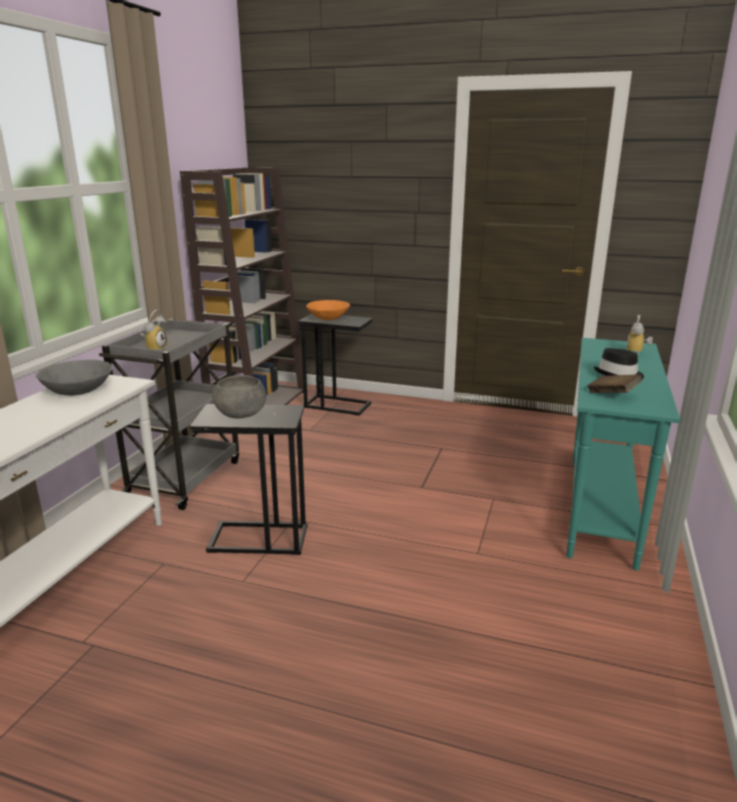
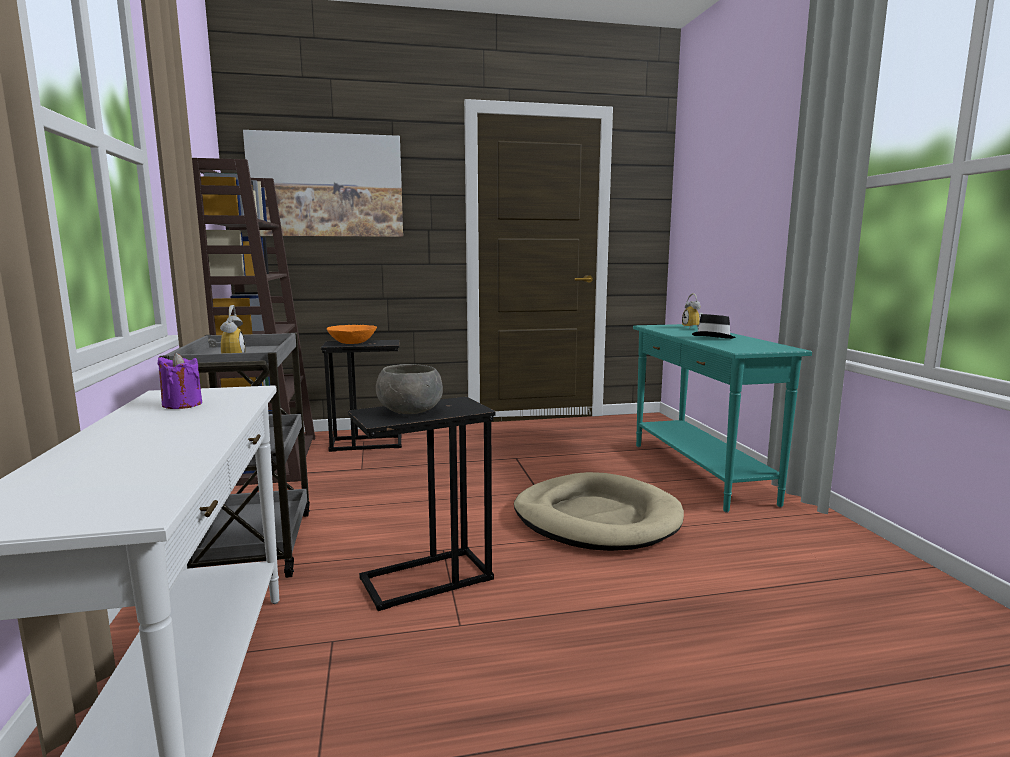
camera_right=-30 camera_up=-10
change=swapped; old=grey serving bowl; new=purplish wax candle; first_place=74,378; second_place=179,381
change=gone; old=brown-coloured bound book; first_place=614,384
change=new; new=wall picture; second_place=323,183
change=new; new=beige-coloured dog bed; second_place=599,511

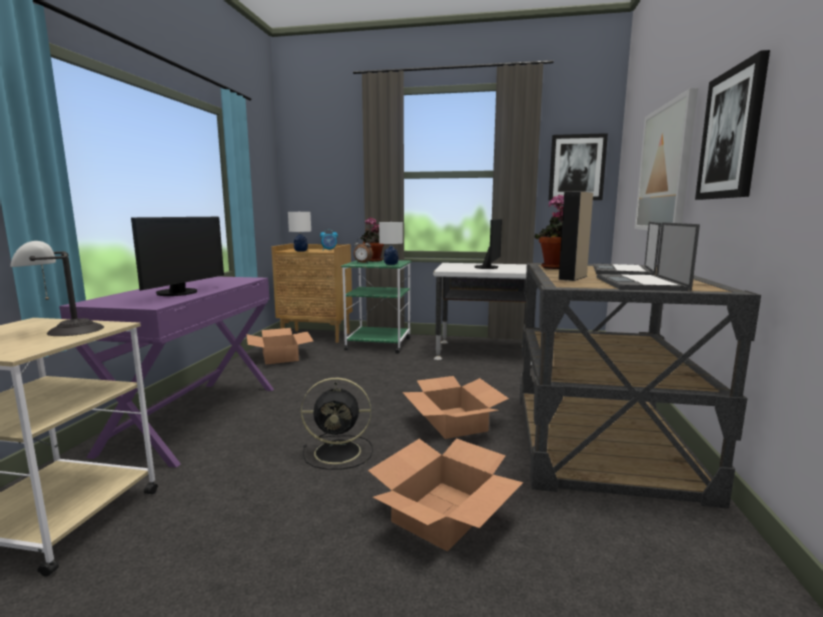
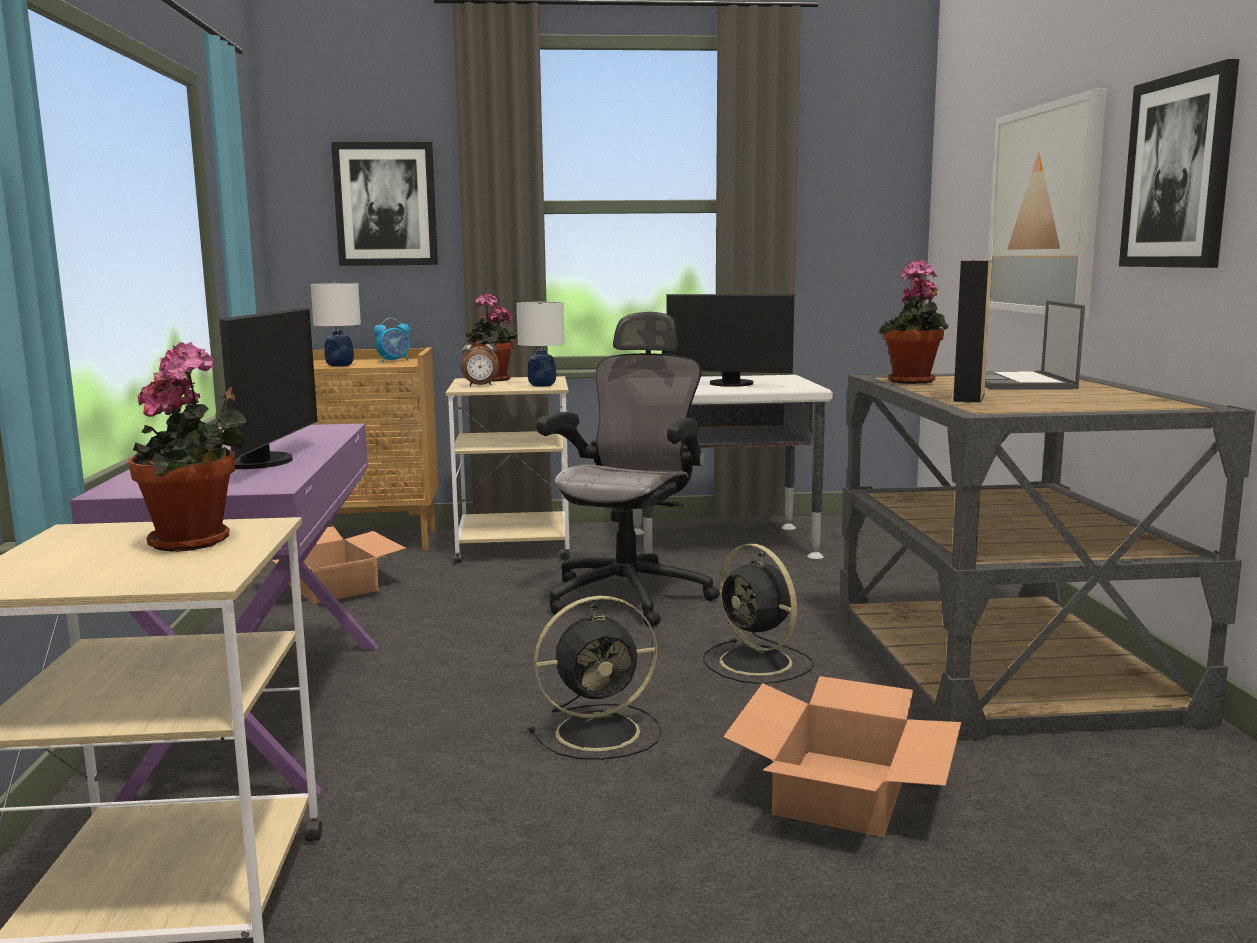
camera_right=-15 camera_up=0
change=swapped; old=table lamp; new=potted plant; first_place=57,288; second_place=187,447
change=repainted; old=green-coloured wheeled cart; new=beige-coloured wheeled cart; first_place=376,307; second_place=508,469
change=swapped; old=cardboard box; new=black electric fan; first_place=455,407; second_place=758,614
change=rotated; old=computer screen; first_place=488,244; second_place=730,340; degrees=105
change=shifted; old=wall picture; first_place=578,166; second_place=384,204
change=gone; old=notebook computer; first_place=648,256
change=new; new=office chair; second_place=628,469

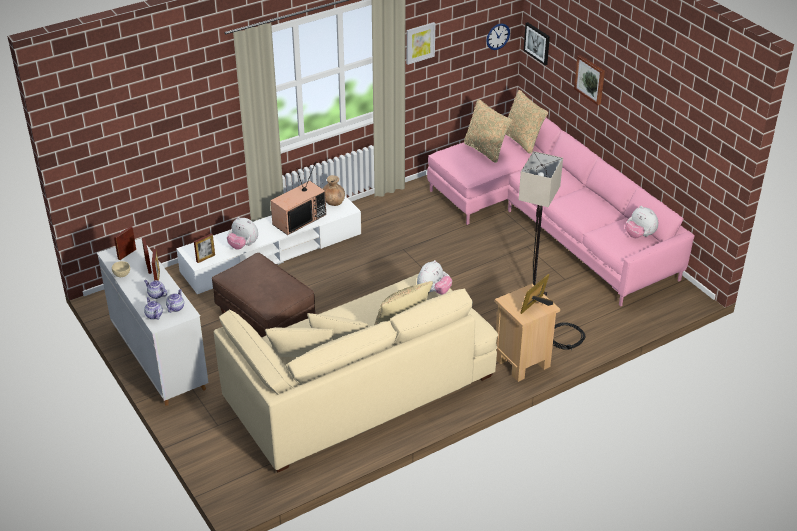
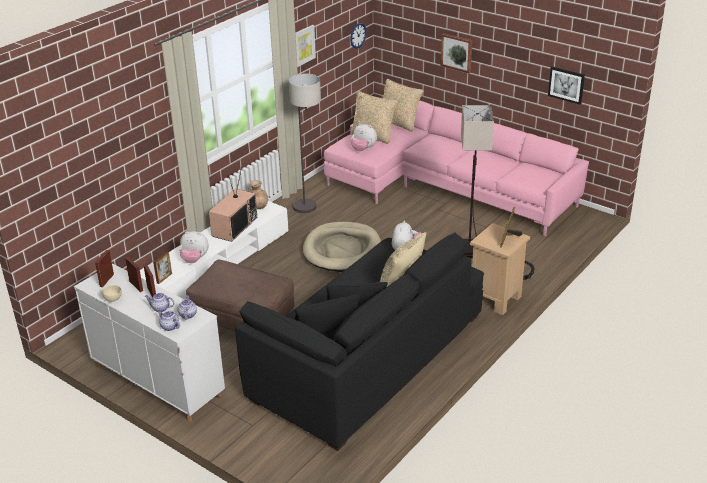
camera_right=-20 camera_up=-5
change=repainted; old=beige-coloured settee; new=black settee; first_place=356,373; second_place=359,341
change=shifted; old=wall picture; first_place=537,43; second_place=566,85
change=shifted; old=plush toy; first_place=641,222; second_place=364,137
change=new; new=grey standing lamp; second_place=305,143
change=new; new=beige-coloured dog bed; second_place=342,247

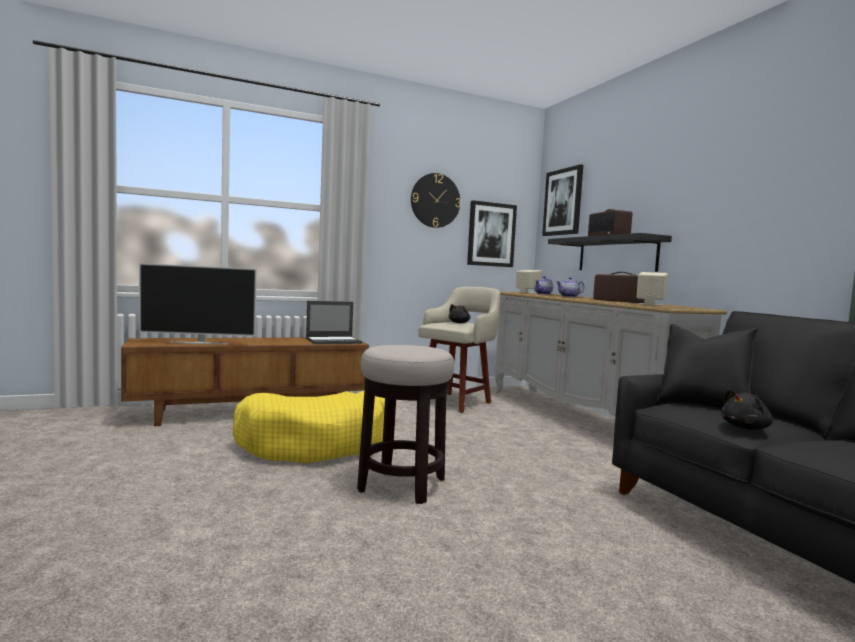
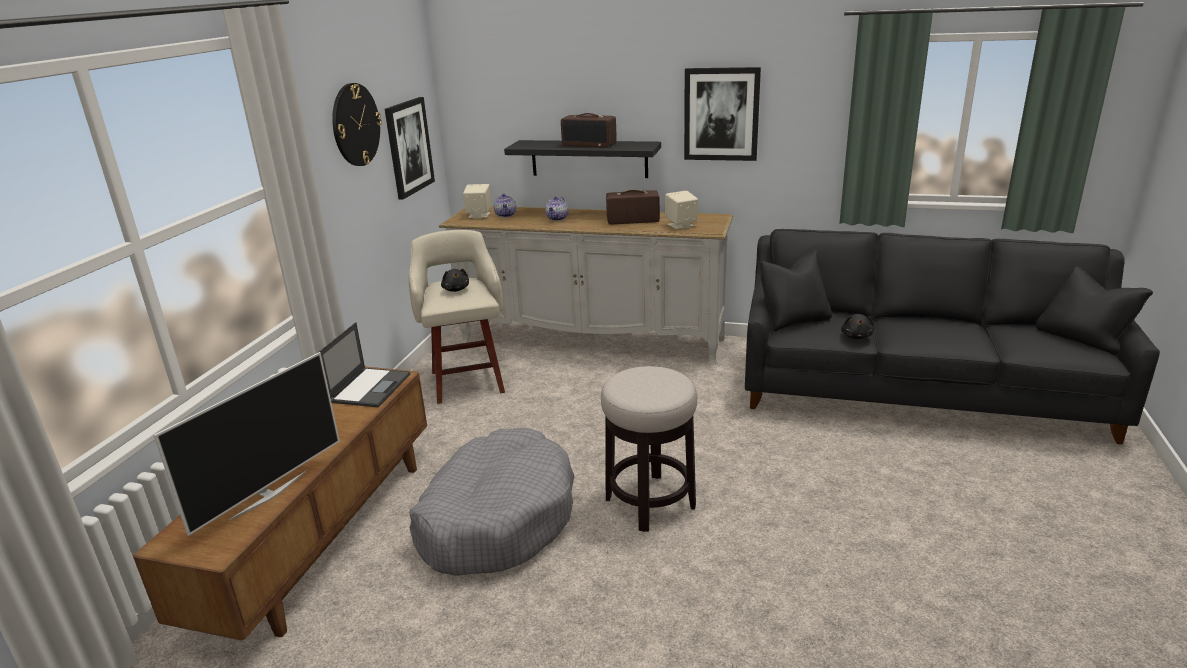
camera_right=-50 camera_up=20
change=repainted; old=yellow-coloured dog bed; new=grey dog bed; first_place=308,427; second_place=492,502
change=shifted; old=wall picture; first_place=562,200; second_place=722,114

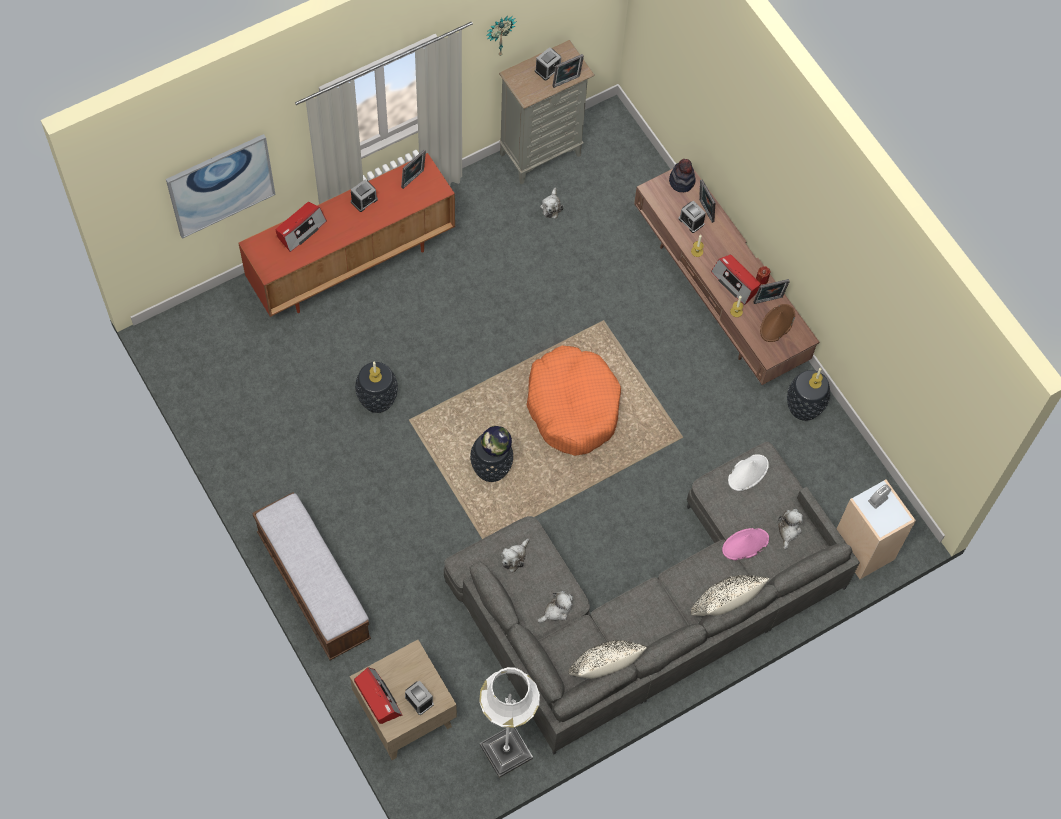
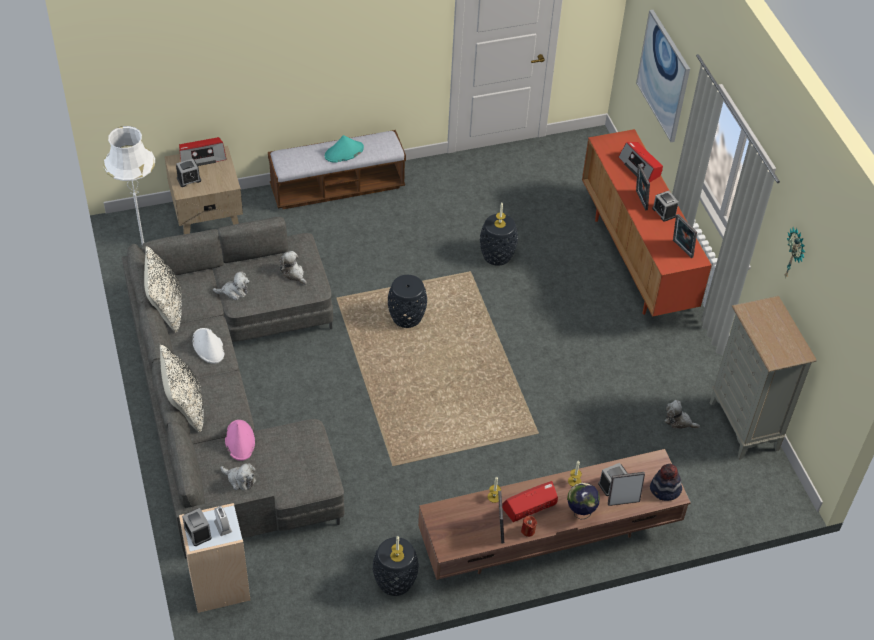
camera_right=105 camera_up=-15
change=shifted; old=globe; first_place=496,441; second_place=583,501
change=gone; old=orange dog bed; first_place=574,401
change=shifted; old=alarm clock; first_place=548,64; second_place=197,527
change=rotated; old=plush toy; first_place=555,606; second_place=231,285; degrees=-75
change=shifted; old=picture frame; first_place=568,71; second_place=643,187
change=shifted; old=white clothing hat; first_place=748,472; second_place=208,346
change=gone; old=brown-coloured clothing hat; first_place=777,323
change=new; new=blue-green clothing hat; second_place=344,149

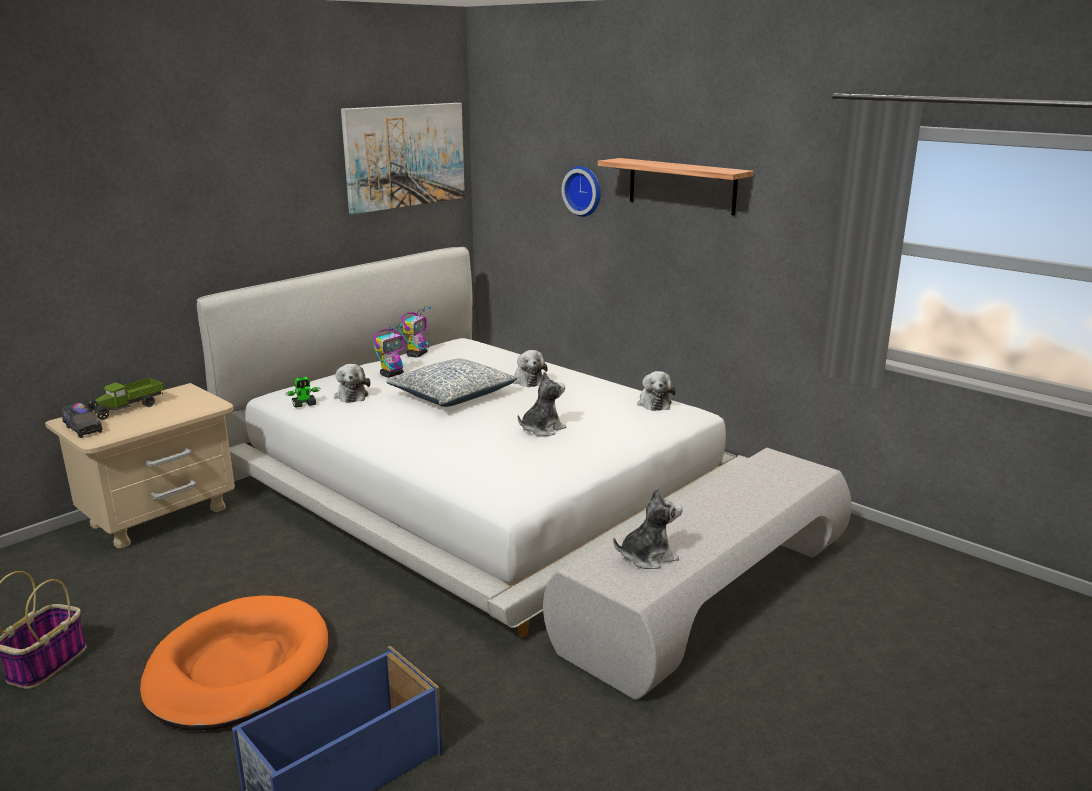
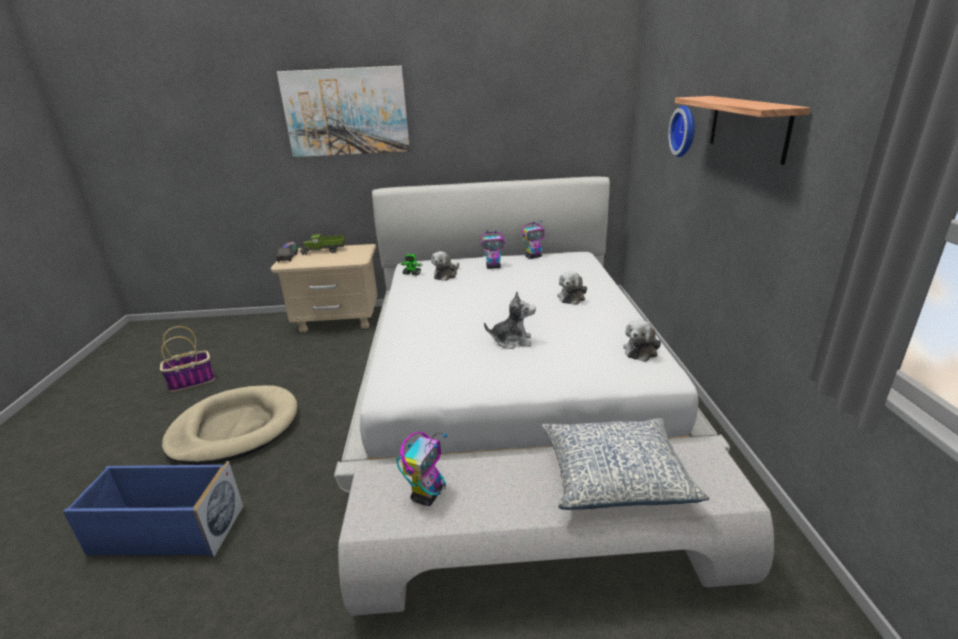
camera_right=45 camera_up=5
change=repainted; old=orange dog bed; new=beige-coloured dog bed; first_place=234,662; second_place=229,425
change=shifted; old=wall picture; first_place=403,159; second_place=343,111
change=shifted; old=throw pillow; first_place=451,382; second_place=625,464
change=swapped; old=plush toy; new=robot figure; first_place=648,528; second_place=421,469

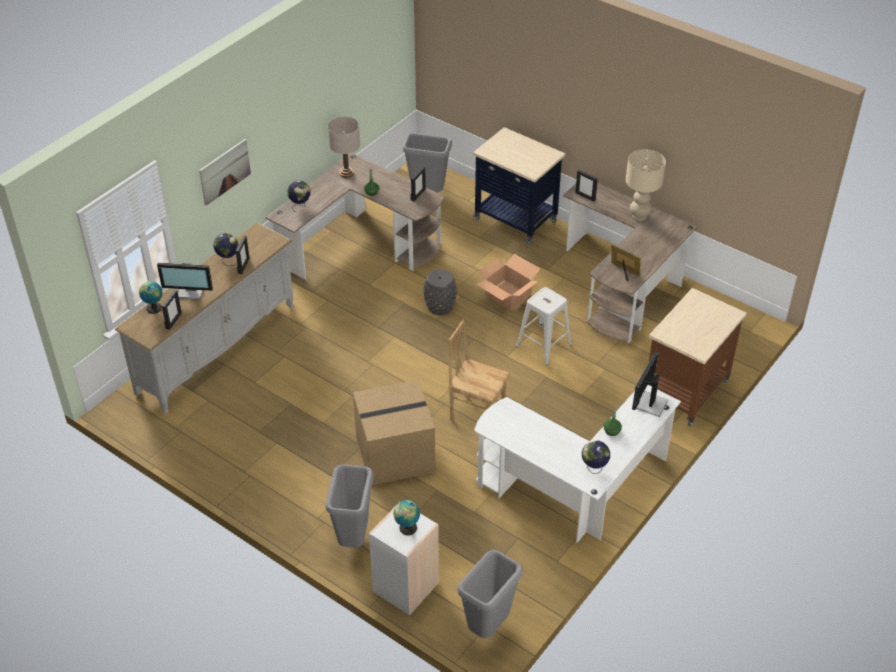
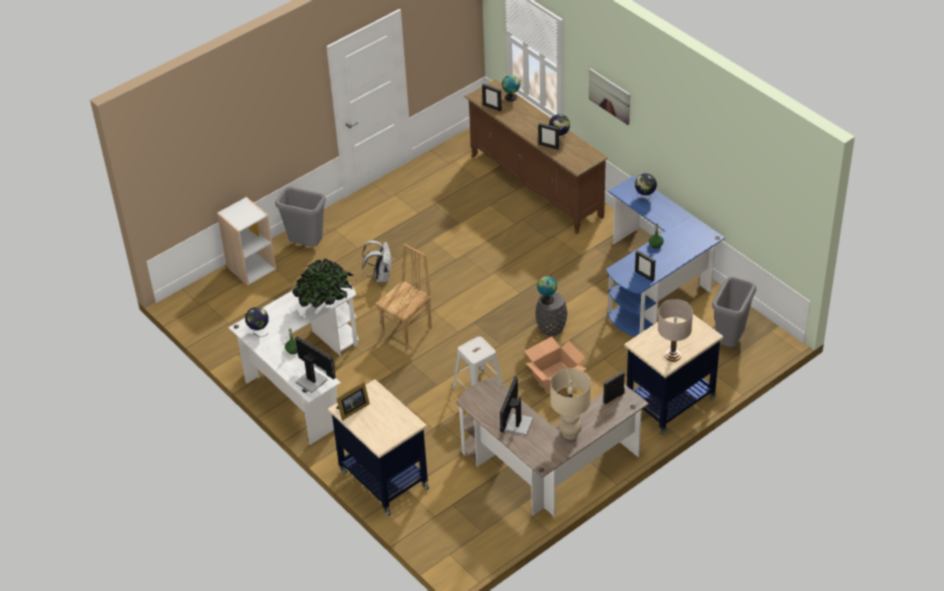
camera_right=105 camera_up=0
change=repainted; old=grey cupboard; new=brown-coloured cupboard; first_place=205,318; second_place=536,156
change=shifted; old=computer screen; first_place=185,281; second_place=516,405
change=repainted; old=brown-coloured desk table; new=bluish desk table; first_place=354,216; second_place=665,256
change=shifted; old=beige-coloured table lamp; first_place=344,147; second_place=675,330
change=swapped; old=cardboard box; new=white knapsack; first_place=394,432; second_place=377,261
change=shifted; old=globe; first_place=407,517; second_place=547,290
change=gone; old=grey rubbish bin; first_place=490,594
change=shifted; old=picture frame; first_place=625,263; second_place=353,401
change=repainted; old=brown-coloured wheeled cart; new=bluish wheeled cart; first_place=698,357; second_place=378,447
change=new; new=potted plant; second_place=322,283

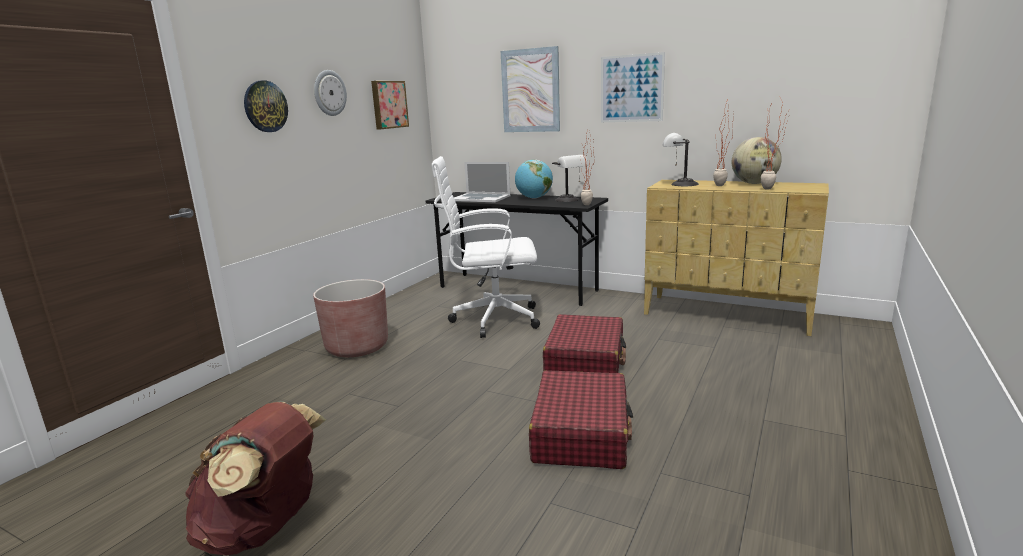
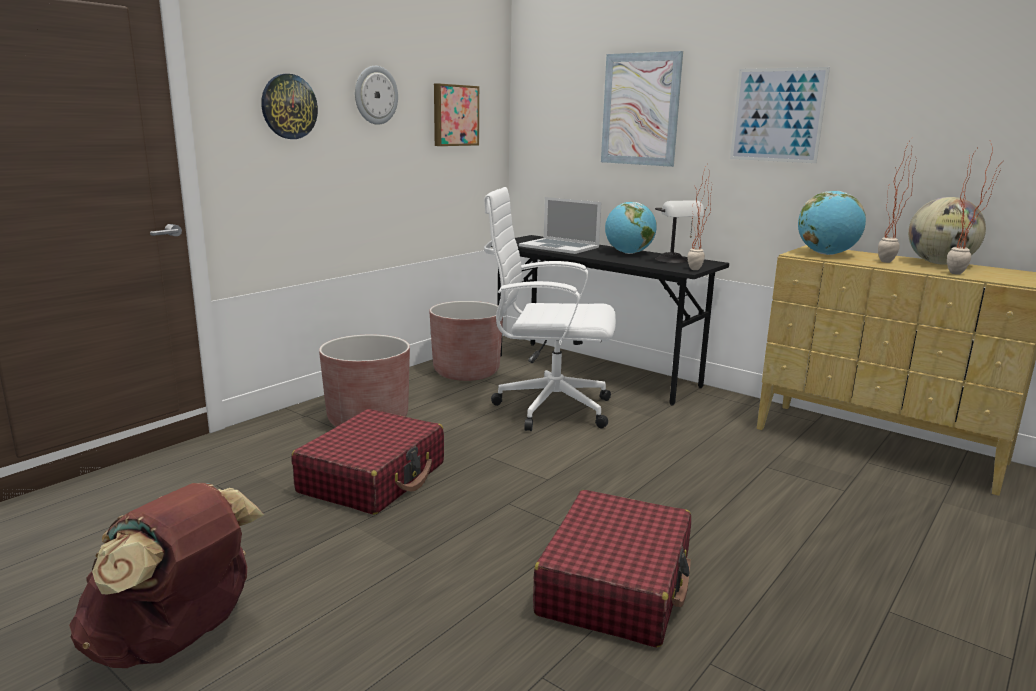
camera_right=10 camera_up=0
change=shifted; old=reddish travel case; first_place=584,343; second_place=368,462
change=swapped; old=table lamp; new=globe; first_place=680,159; second_place=832,223
change=new; new=brown-coloured flower pot; second_place=466,341

